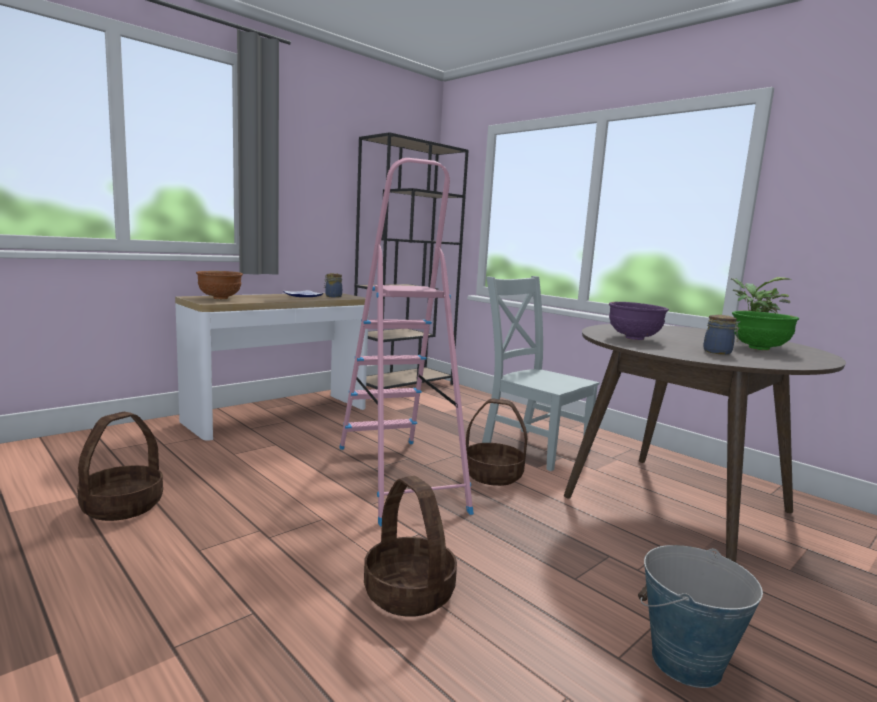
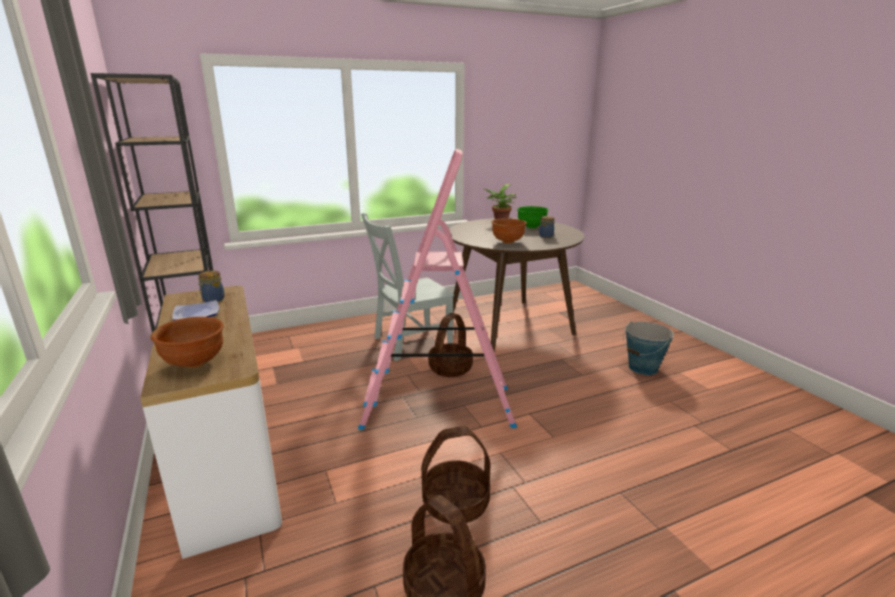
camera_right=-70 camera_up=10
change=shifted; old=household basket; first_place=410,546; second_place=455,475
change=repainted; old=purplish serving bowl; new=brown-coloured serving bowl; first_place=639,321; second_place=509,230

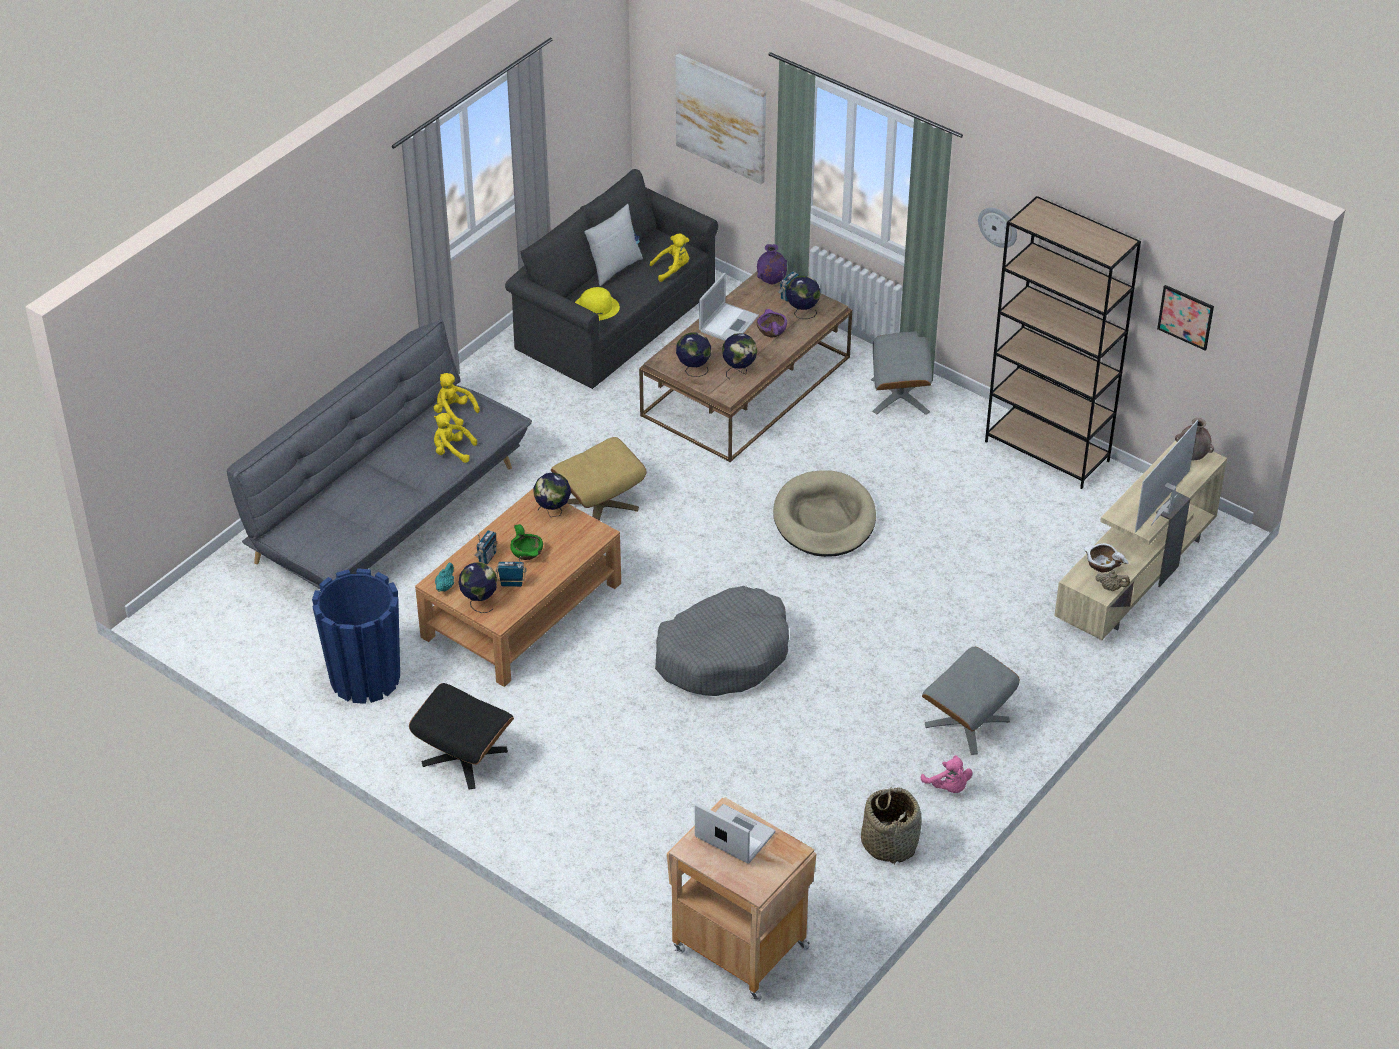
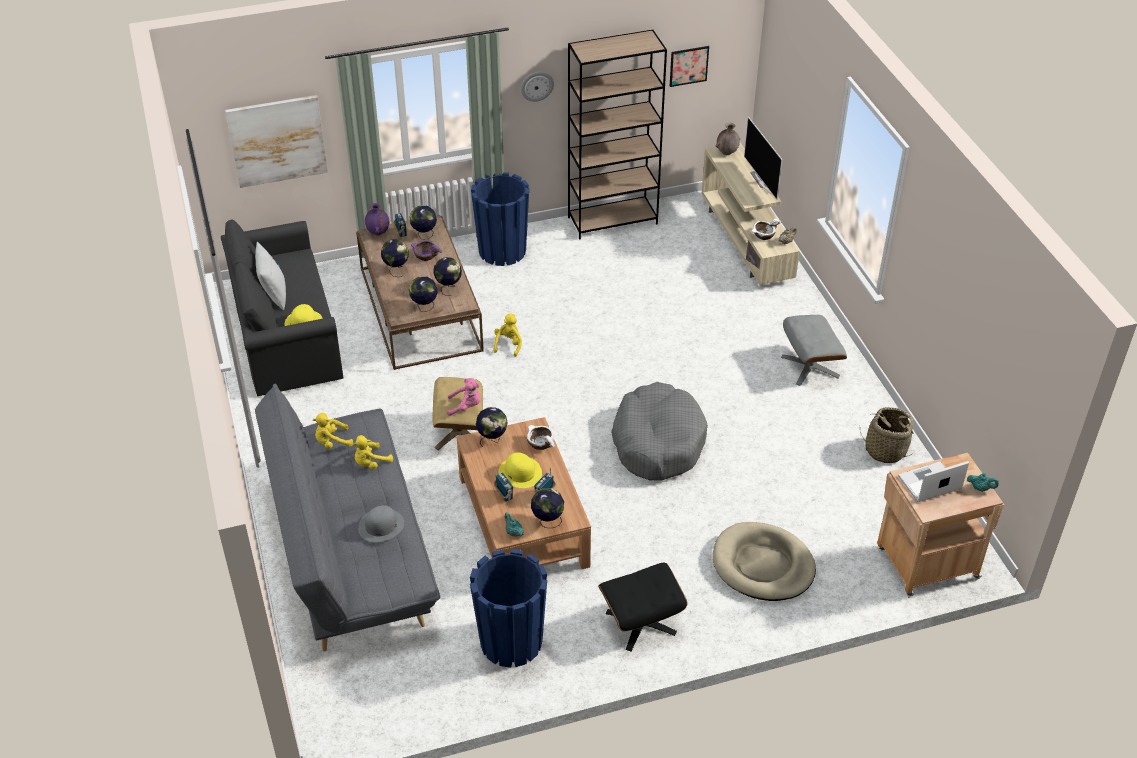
camera_right=-55 camera_up=0
change=swapped; old=green-coloured serving bowl; new=yellow-coloured clothing hat; first_place=526,542; second_place=520,470
change=shifted; old=yellow-coloured plush toy; first_place=669,257; second_place=507,335
change=swapped; old=notebook computer; new=globe; first_place=729,307; second_place=395,258
change=shifted; old=beige-coloured dog bed; first_place=824,513; second_place=764,561
change=swapped; old=grey ottoman; new=bluish flower pot; first_place=901,373; second_place=500,219
change=shifted; old=pink-coloured plush toy; first_place=947,774; second_place=464,397
change=new; new=grey clothing hat; second_place=381,523
change=new; new=white serving bowl; second_place=541,437
change=new; new=blue-green tea pot; second_place=983,482

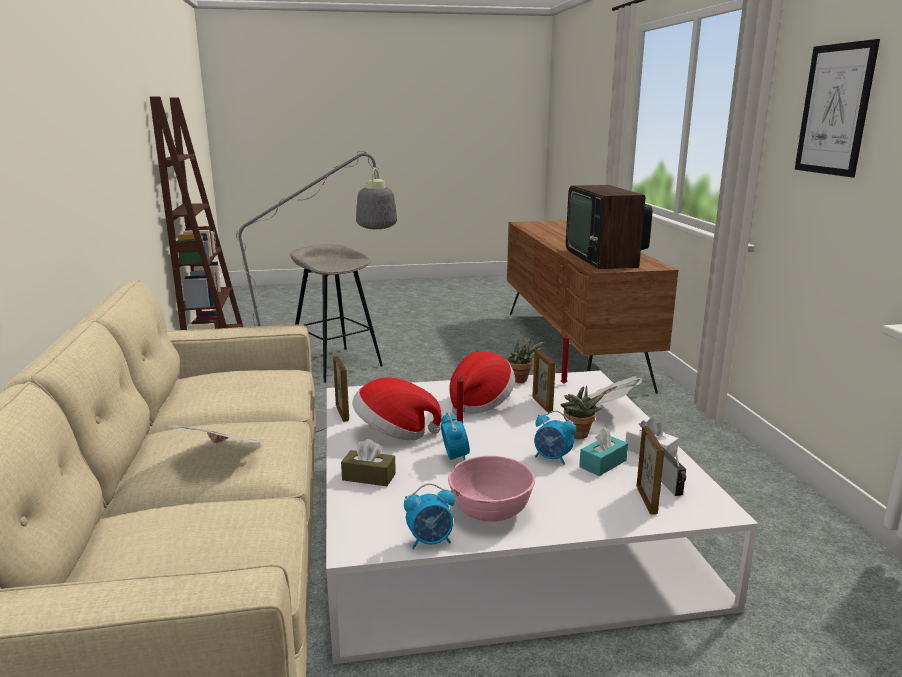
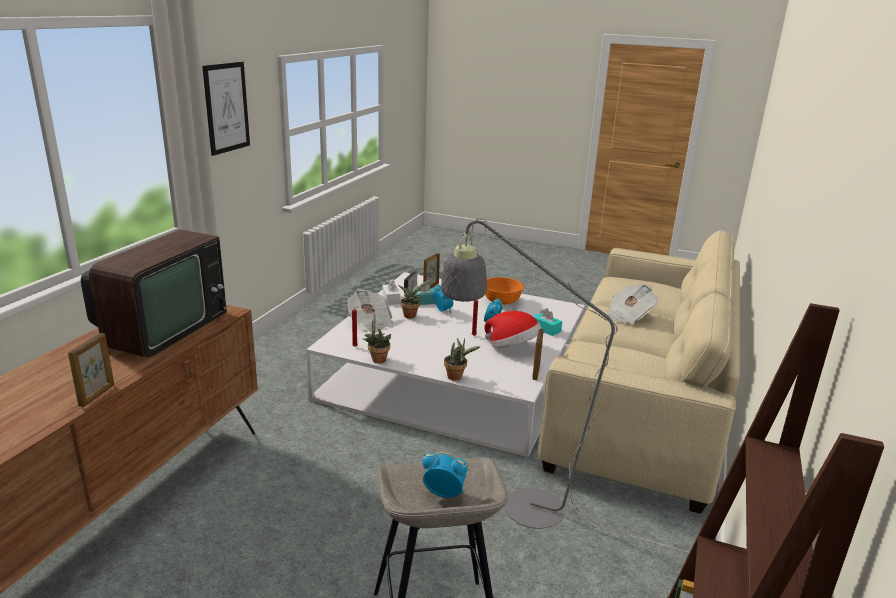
camera_right=-150 camera_up=5
change=repainted; old=brown-coloured box of tissues; new=blue-green box of tissues; first_place=368,462; second_place=547,322
change=shifted; old=alarm clock; first_place=429,516; second_place=445,475
change=repainted; old=pink-coloured serving bowl; new=orange serving bowl; first_place=491,489; second_place=504,291
change=gone; old=clothing hat; first_place=482,383
change=shifted; old=picture frame; first_place=544,381; second_place=91,370
change=new; new=potted plant; second_place=462,359

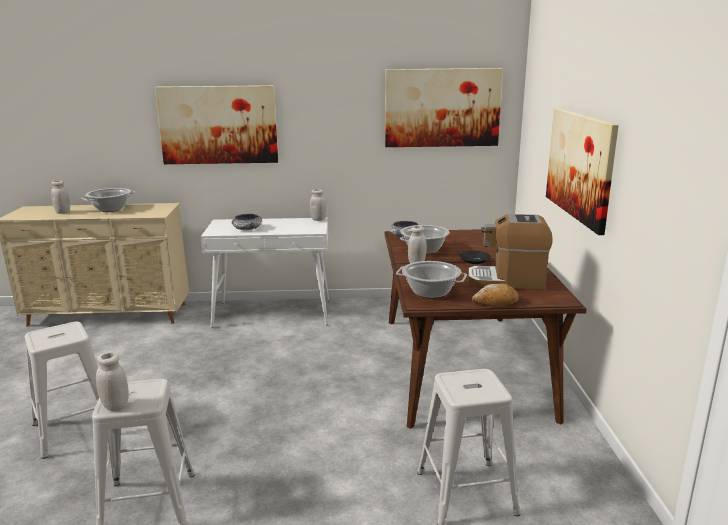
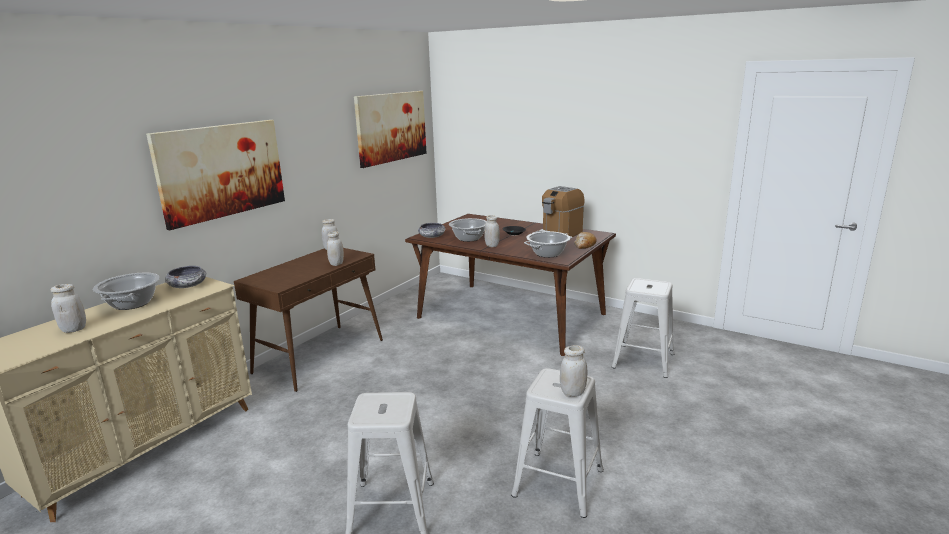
camera_right=-55 camera_up=0
change=repainted; old=white narrow table; new=brown-coloured narrow table; first_place=265,273; second_place=308,320
change=shifted; old=serving bowl; first_place=246,222; second_place=186,277
change=gone; old=wall picture; first_place=582,171
change=new; new=white jar; second_place=335,248

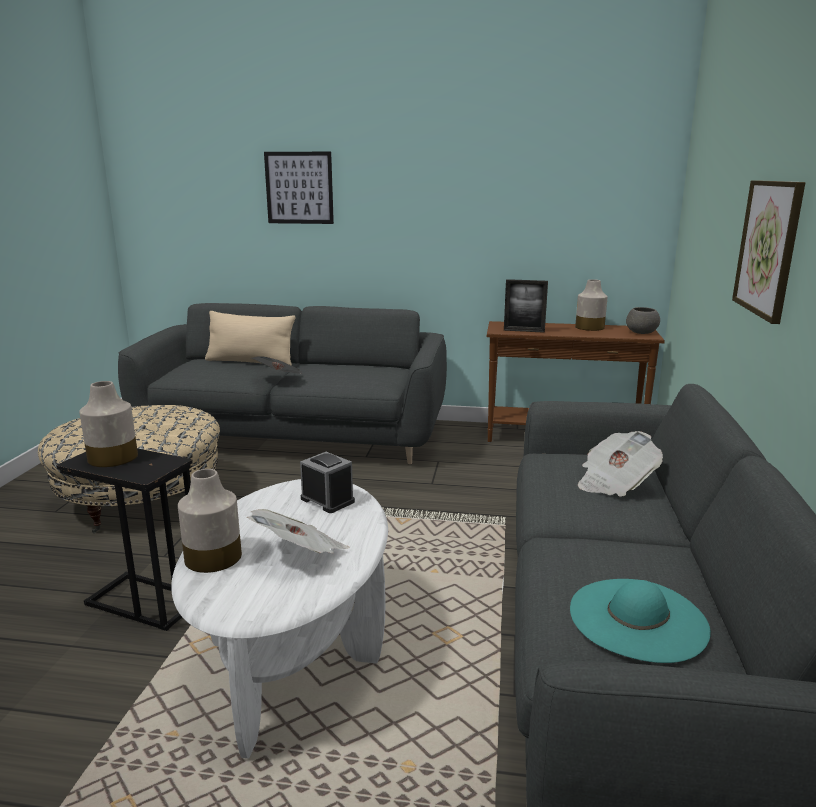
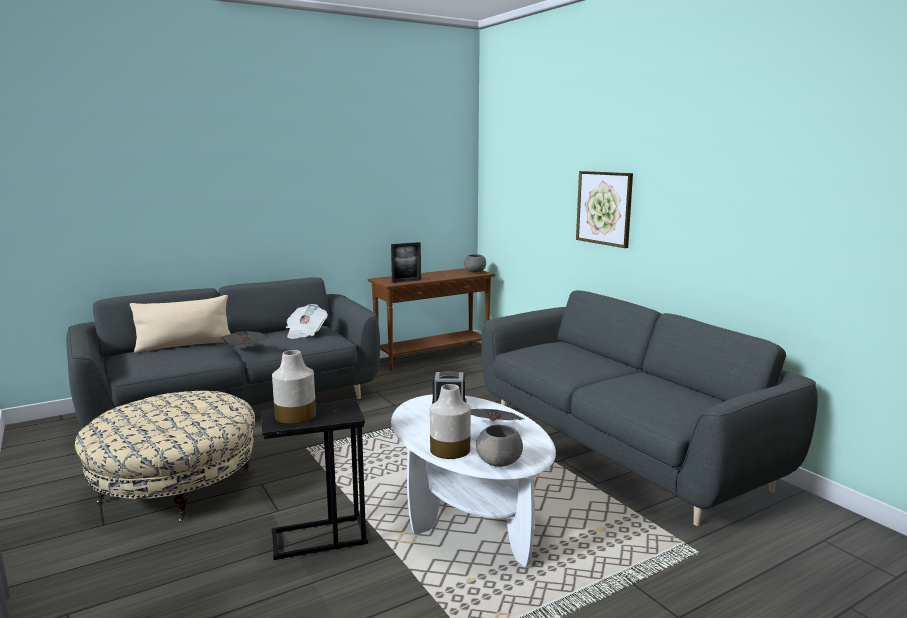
camera_right=-40 camera_up=-5
change=gone; old=wall picture; first_place=299,188
change=gone; old=blue-green clothing hat; first_place=640,621
change=gone; old=beige-coloured decorative vase; first_place=591,305
change=shifted; old=newspaper; first_place=620,464; second_place=307,321
change=new; new=grey serving bowl; second_place=499,446

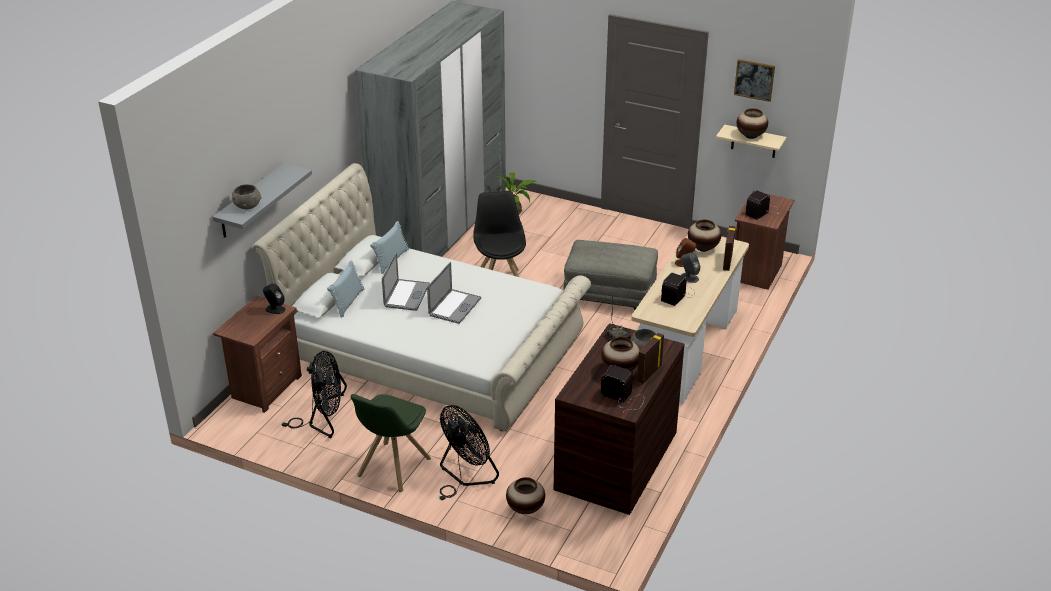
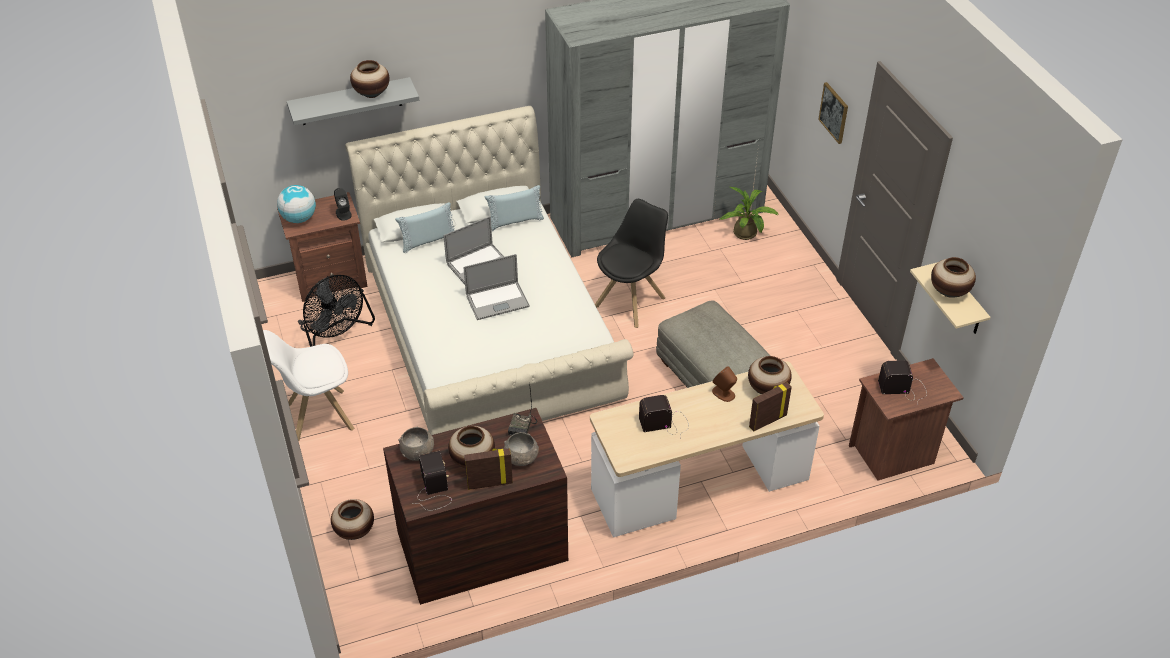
camera_right=45 camera_up=10
change=shifted; old=grey serving bowl; first_place=246,197; second_place=416,444
change=repainted; old=green-coloured plain chair; new=white plain chair; first_place=391,443; second_place=308,385
change=gone; old=black electric fan; first_place=469,452
change=gone; old=grey loudspeaker; first_place=690,267
change=shifted; old=wall picture; first_place=754,80; second_place=833,113
change=new; new=globe; second_place=296,204
change=new; new=decorative vase; second_place=369,79

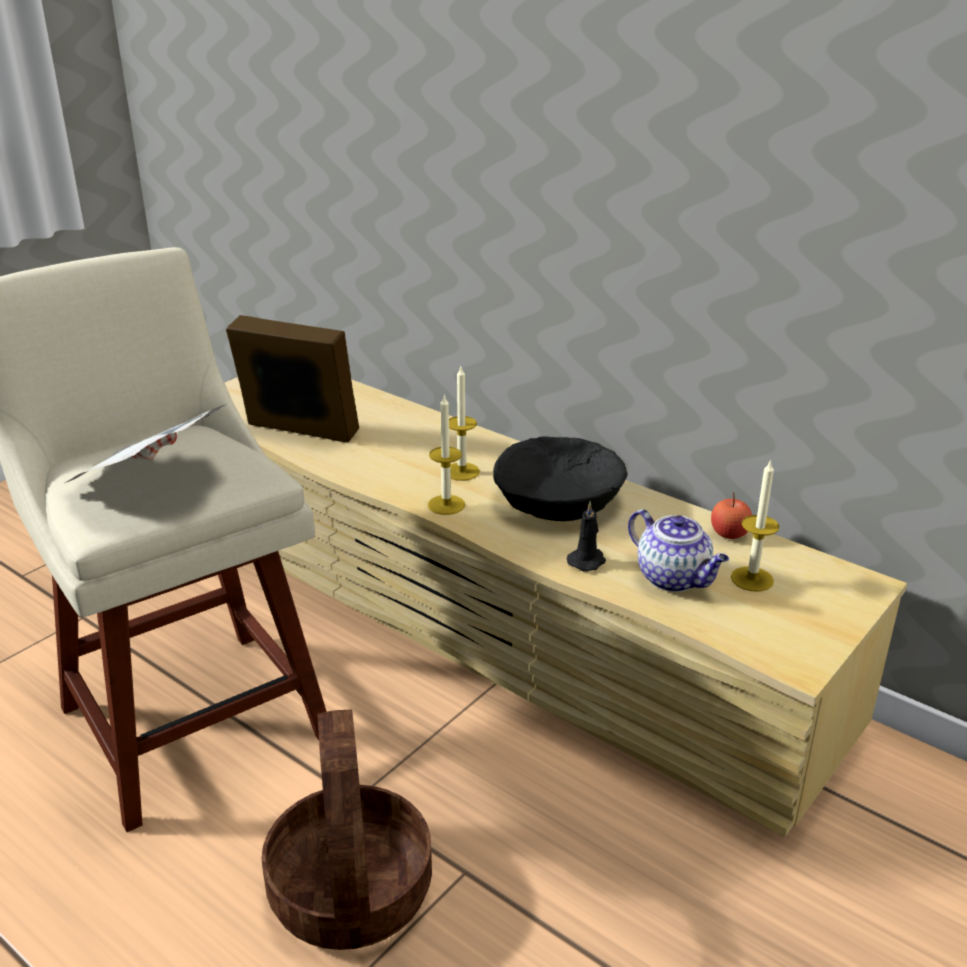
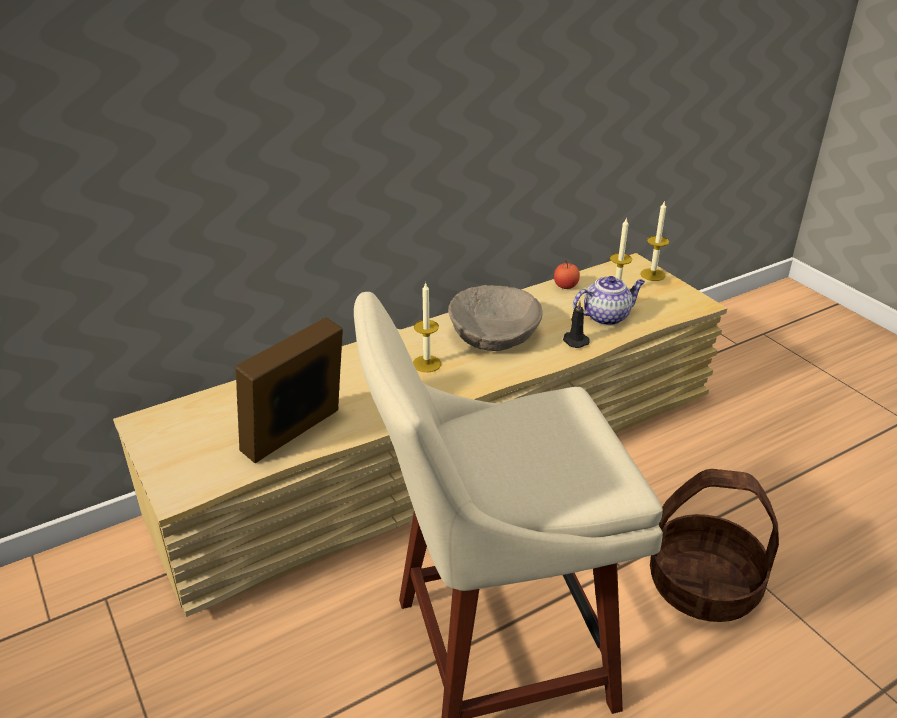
camera_right=-70 camera_up=5
change=gone; old=newspaper; first_place=145,444
change=shifted; old=wax candle; first_place=446,454; second_place=654,240
change=repainted; old=black serving bowl; new=beige-coloured serving bowl; first_place=560,478; second_place=495,318

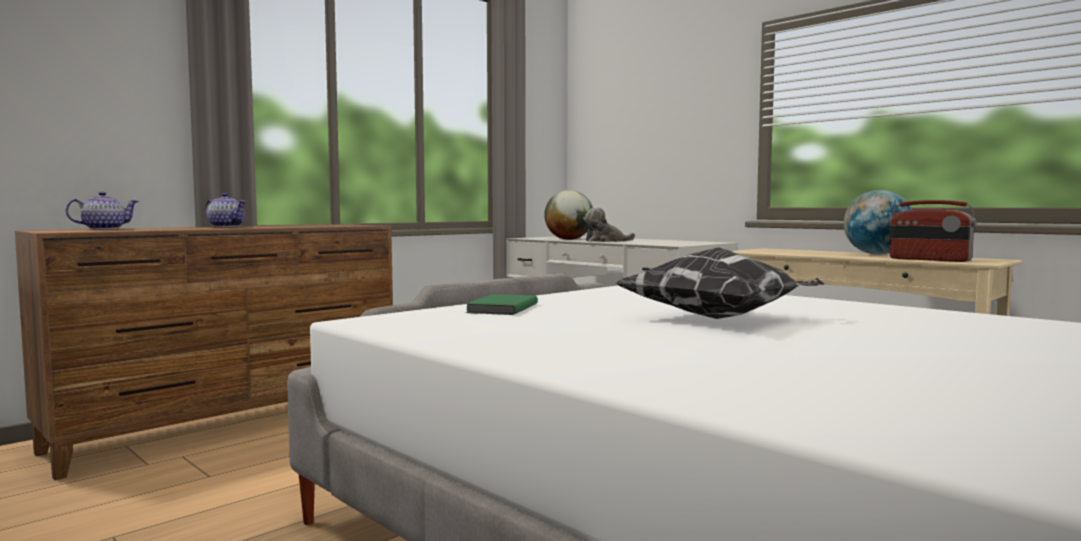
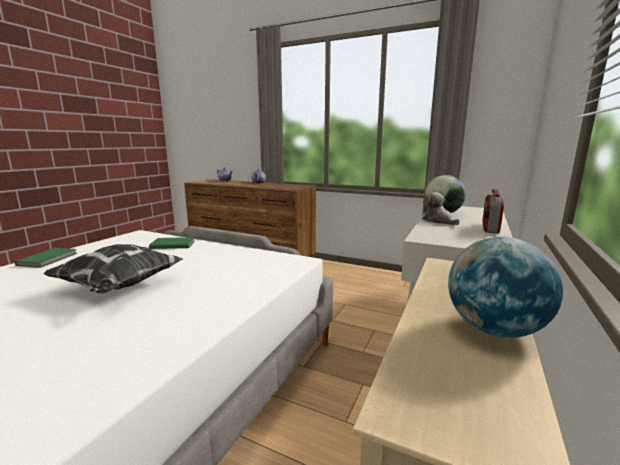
camera_right=70 camera_up=10
change=shifted; old=radio set; first_place=933,231; second_place=493,211
change=new; new=green-coloured bound book; second_place=46,258

